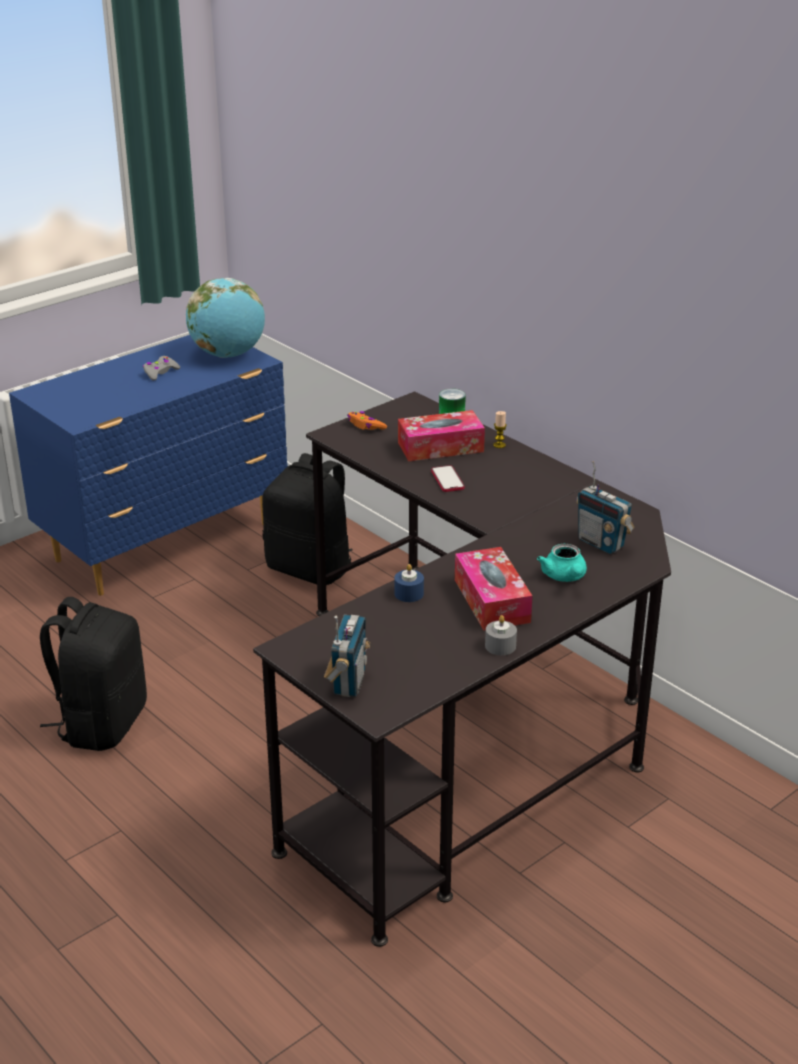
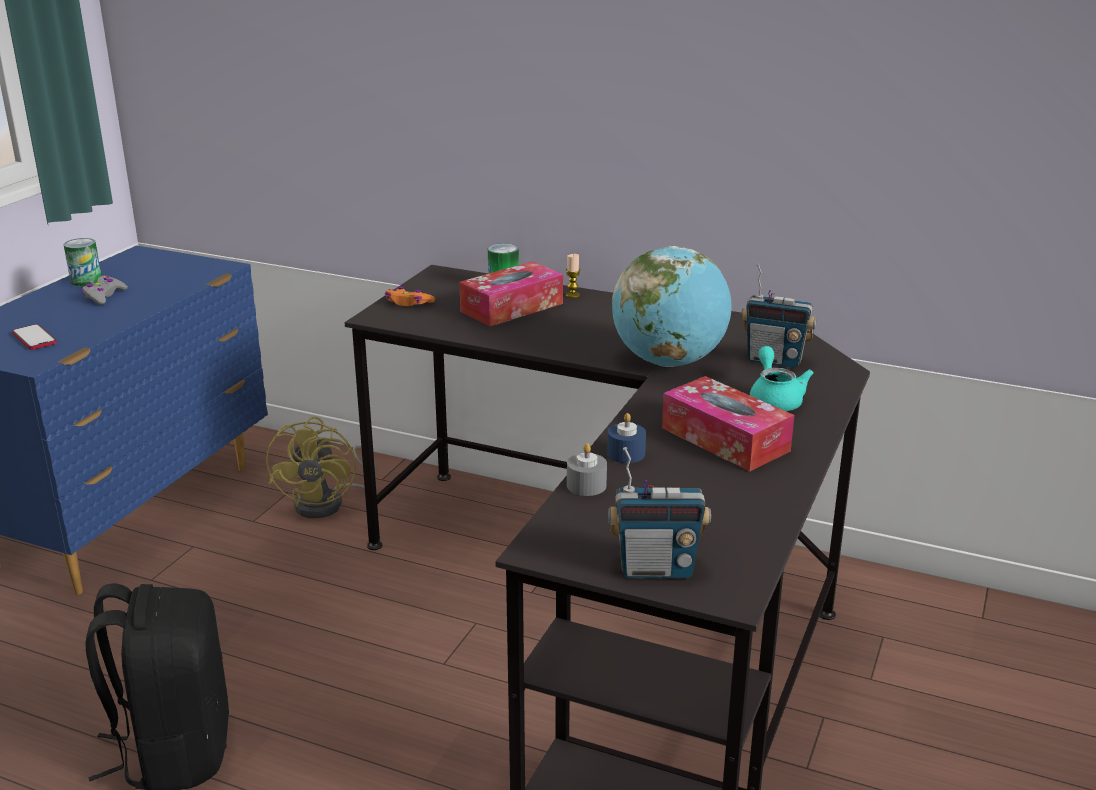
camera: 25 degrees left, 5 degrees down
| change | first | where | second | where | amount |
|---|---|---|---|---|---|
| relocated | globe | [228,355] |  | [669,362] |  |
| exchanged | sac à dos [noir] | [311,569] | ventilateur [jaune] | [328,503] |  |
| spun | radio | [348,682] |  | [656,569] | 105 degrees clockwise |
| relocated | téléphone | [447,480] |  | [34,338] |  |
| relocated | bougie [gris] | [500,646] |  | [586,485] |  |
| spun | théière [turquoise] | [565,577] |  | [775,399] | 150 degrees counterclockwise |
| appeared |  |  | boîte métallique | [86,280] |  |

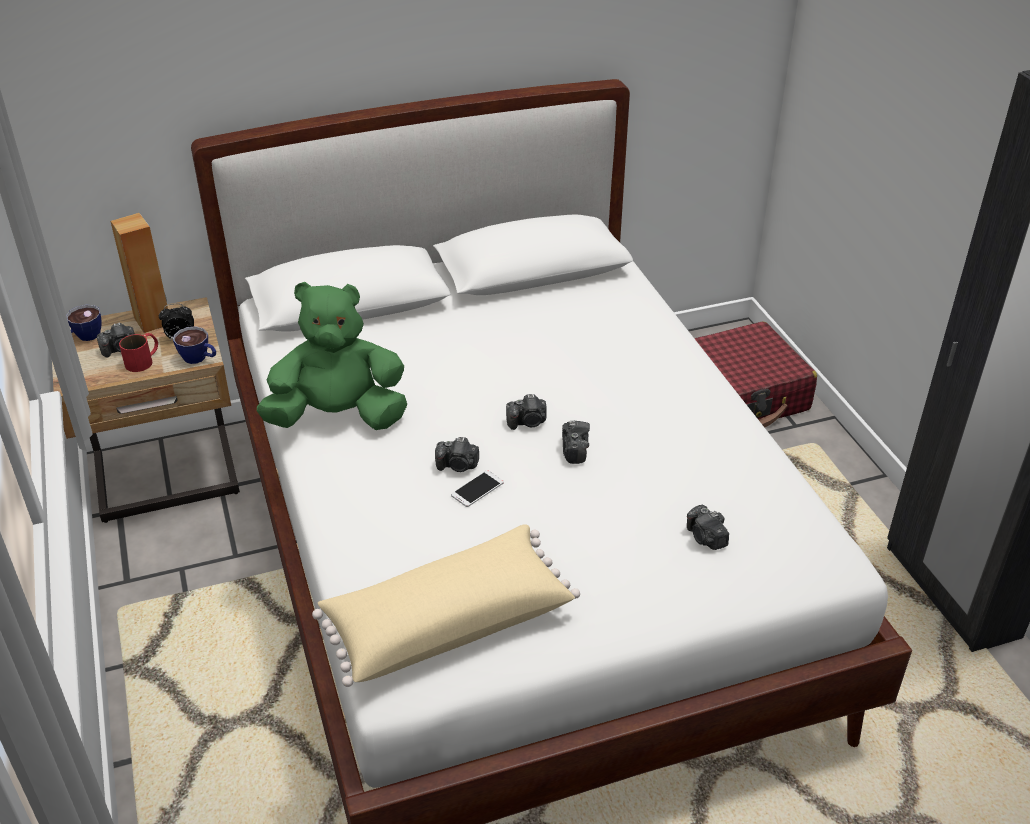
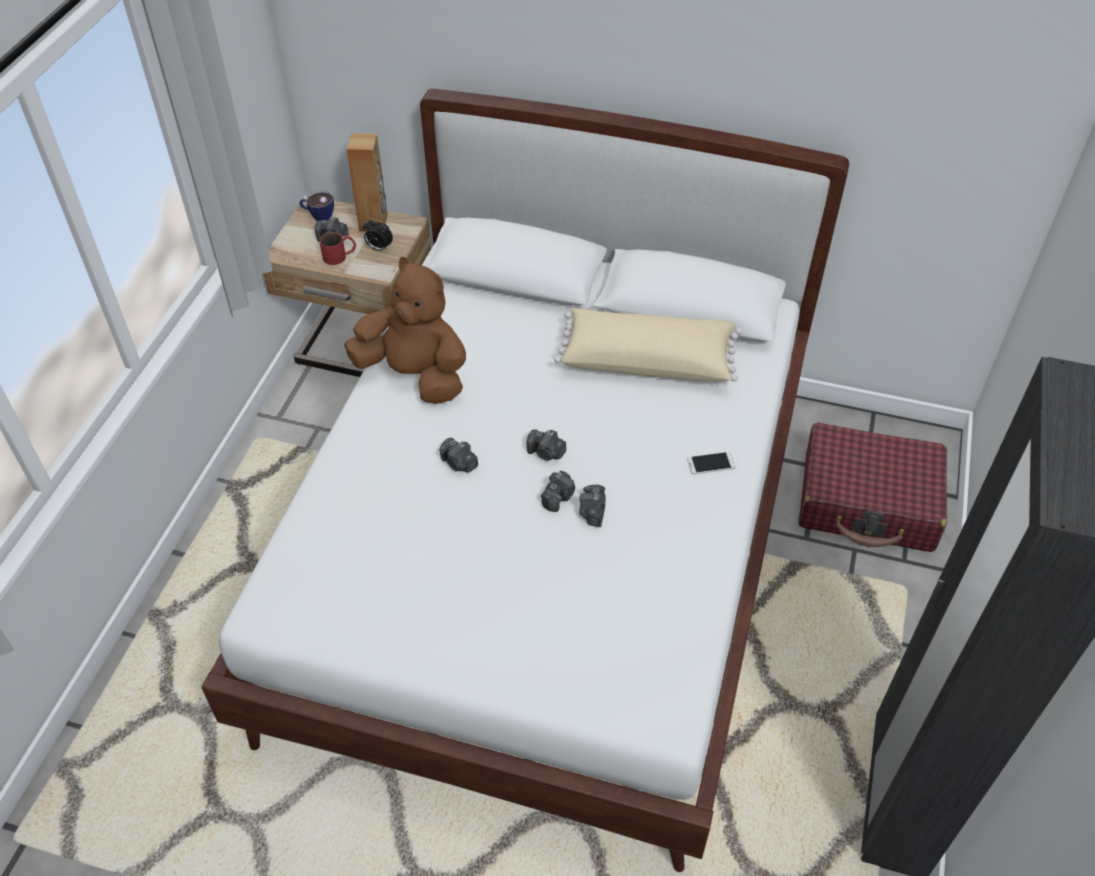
camera: 35 degrees right, 10 degrees up
| change | first | where | second | where | amount |
|---|---|---|---|---|---|
| missing | tasse | [199,358] |  |  |  |
| colour | peluche [vert] | [338,417] | peluche [marron] | [415,375] |  |
| relocated | coussin [beige] | [447,621] |  | [648,359] |  |
| relocated | téléphone | [477,489] |  | [711,463] |  |
| relocated | appareil photo | [706,538] |  | [593,513] |  |

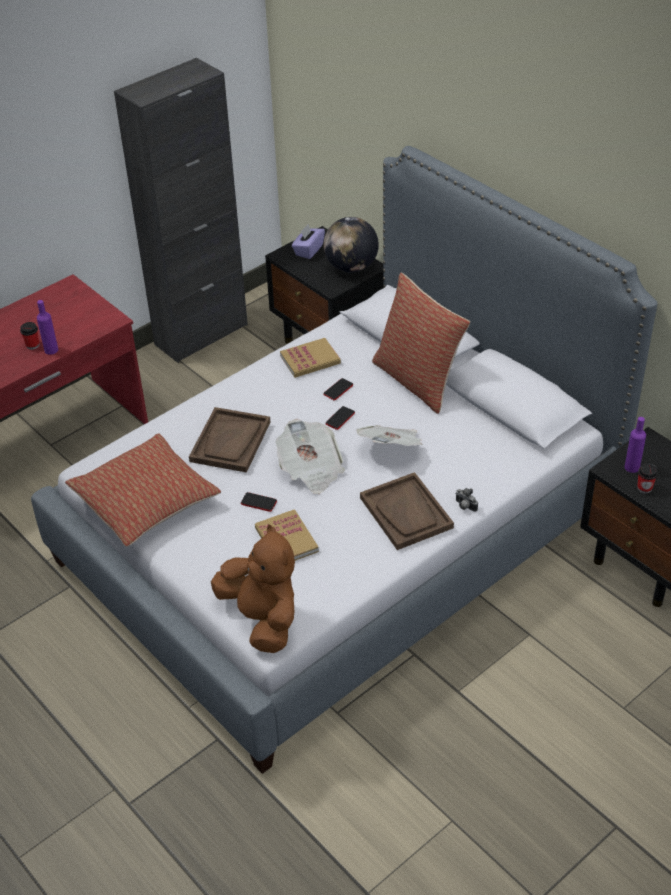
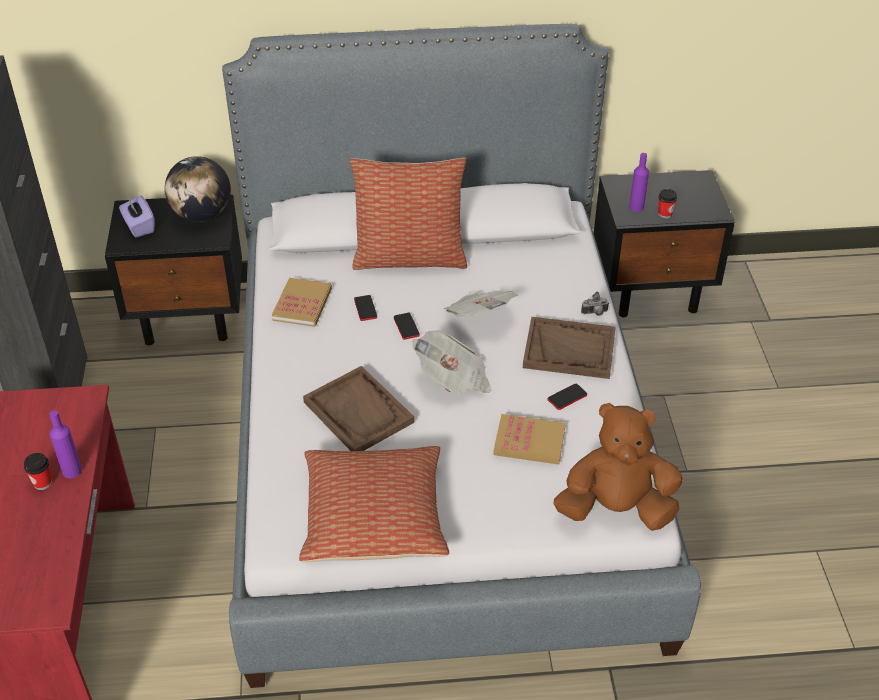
camera: 55 degrees left, 0 degrees up
| change | first | where | second | where | amount |
|---|---|---|---|---|---|
| relocated | téléphone | [258,502] |  | [567,397] |  |

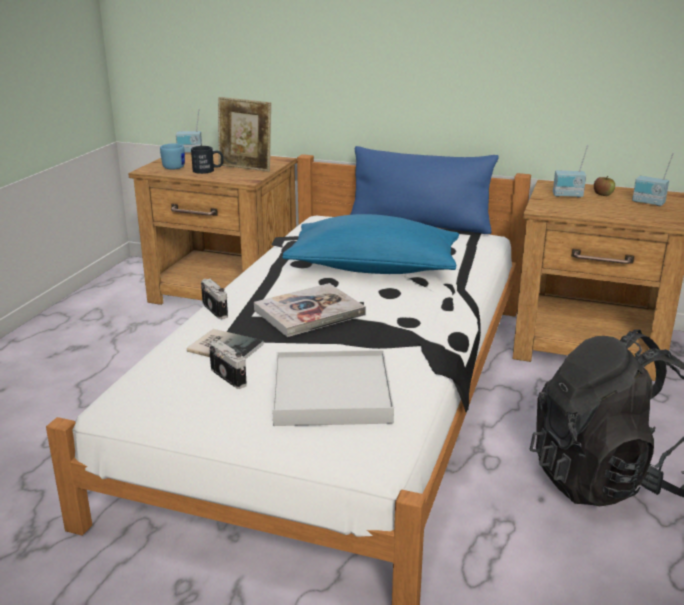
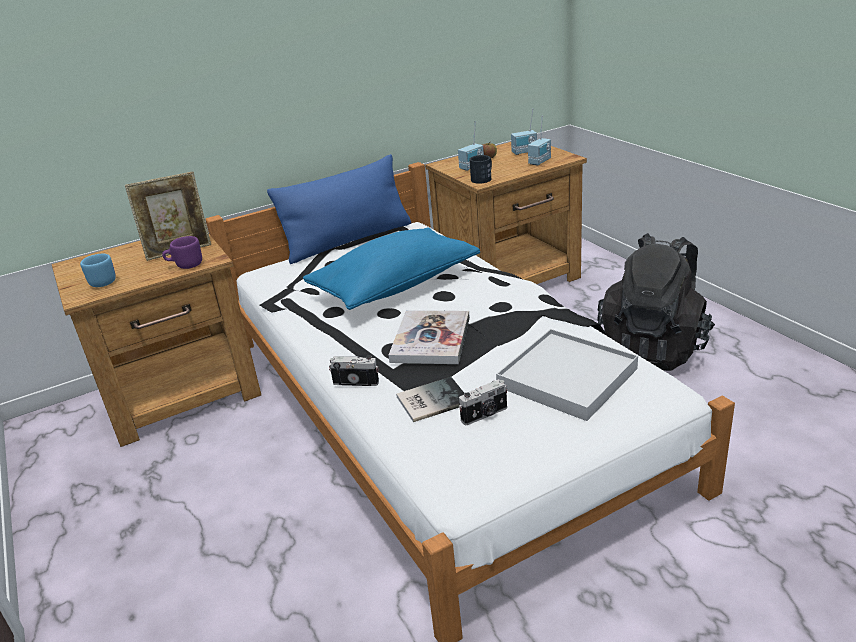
camera: 45 degrees left, 5 degrees up
| change | first | where | second | where | amount |
|---|---|---|---|---|---|
| relocated | radio | [190,152] |  | [540,162] |  |
| relocated | mug [noir] | [208,170] |  | [483,178] |  |
| spun | appareil photo | [230,376] |  | [485,415] | 150 degrees clockwise |
| appeared |  |  | mug [violet] | [185,265] |  |

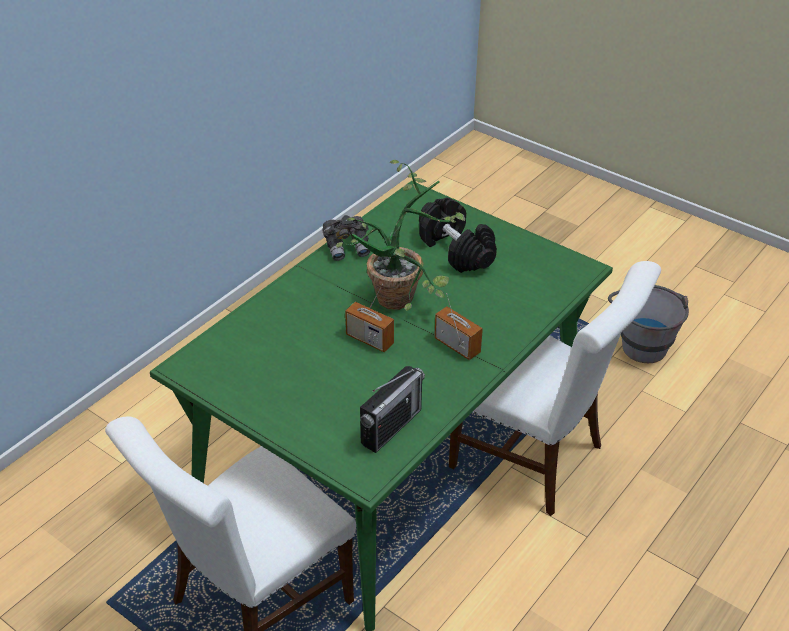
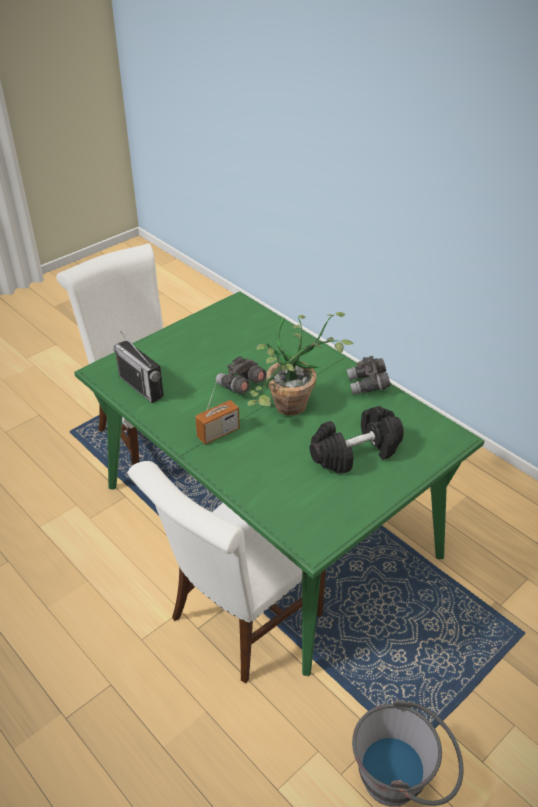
camera: 100 degrees right, 0 degrees up
| change | first | where | second | where | amount |
|---|---|---|---|---|---|
| exchanged | radio | [369,339] | jumelles [gris] | [240,386] |  |

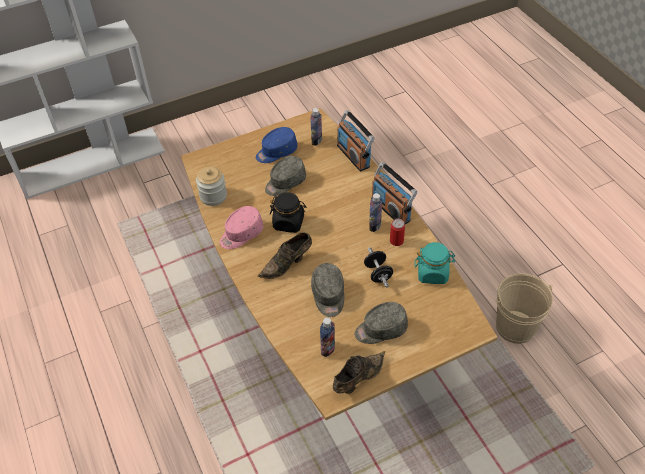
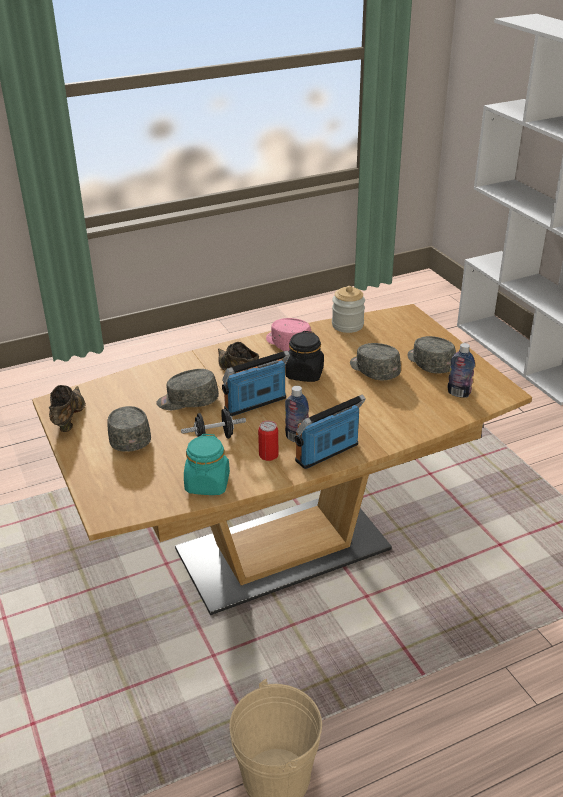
camera: 90 degrees right, 15 degrees down
| change | first | where | second | where | amount |
|---|---|---|---|---|---|
| colour | casquette [bleu] | [276,152] | casquette [gris] | [429,363] |  |
| missing | bouteille | [328,349] |  |  |  |
| spun | chaussure [marron] | [357,379] |  | [68,419] | 135 degrees counterclockwise |
| relocated | radio | [353,156] |  | [256,404] |  |

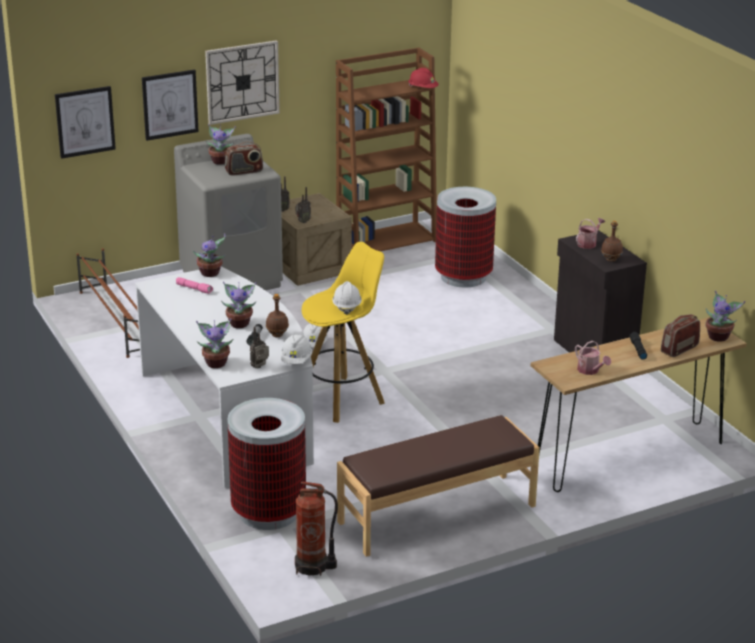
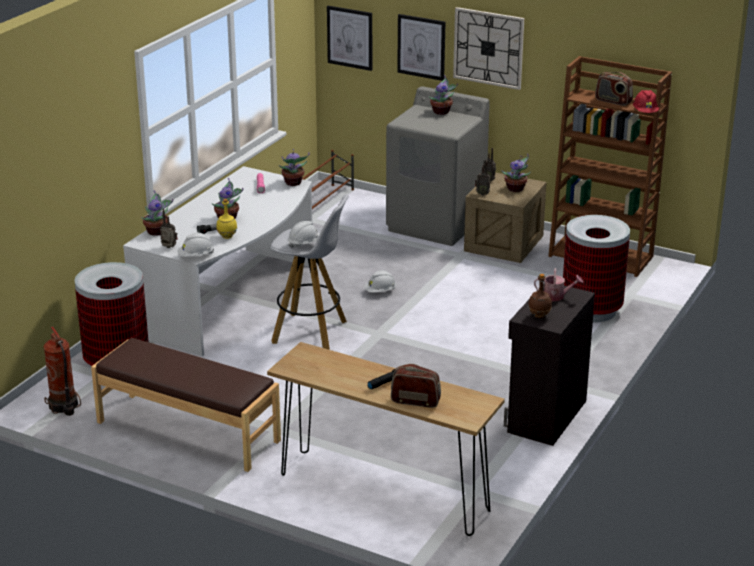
camera: 55 degrees right, 0 degrees up
| change | first | where | second | where | amount |
|---|---|---|---|---|---|
| relocated | radio | [244,172] |  | [613,101] |  |
| colour | bouteille [marron] | [277,335] | bouteille [jaune] | [227,237] |  |
| colour | tabouret [jaune] | [341,399] | tabouret [blanc] | [311,332] |  |
| missing | arrosoir | [590,371] |  |  |  |
| relocated | plante en pot | [719,337] |  | [516,189] |  |

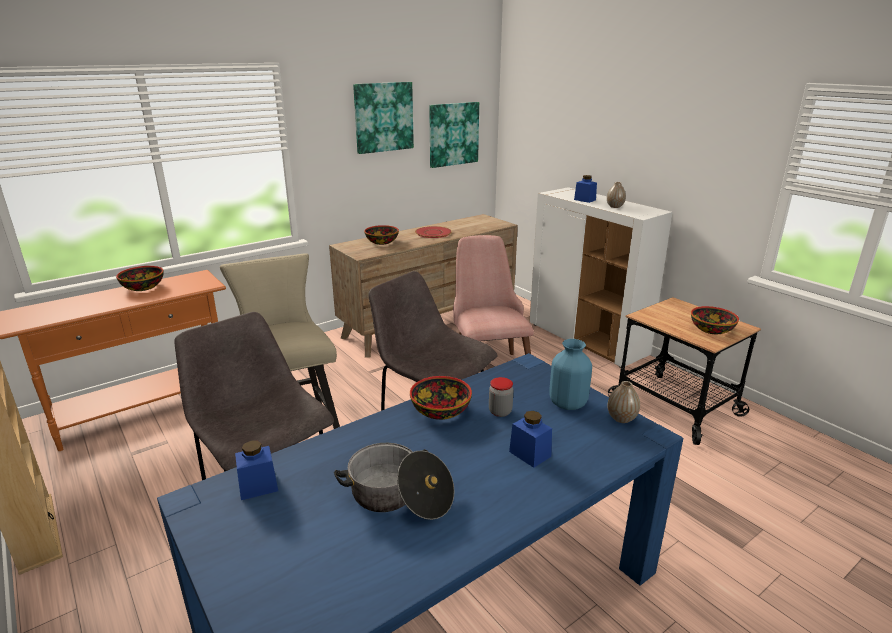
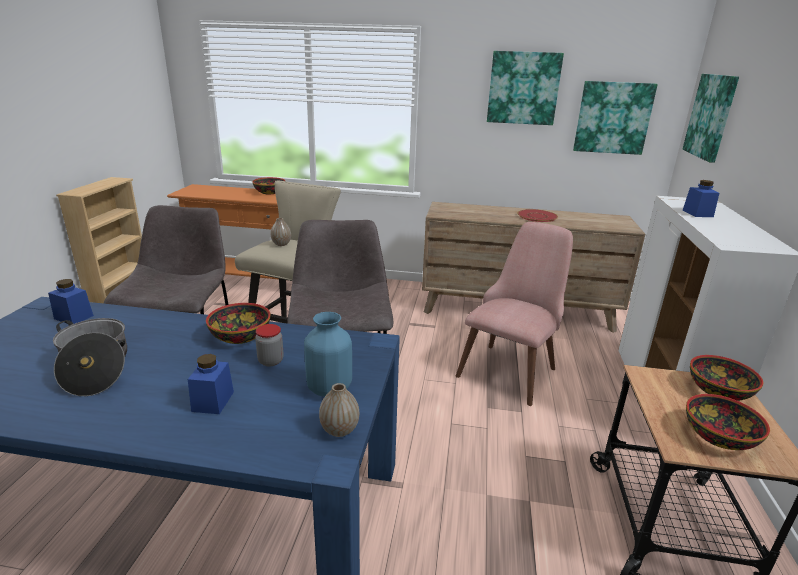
camera: 45 degrees right, 0 degrees up
| change | first | where | second | where | amount |
|---|---|---|---|---|---|
| relocated | bol | [381,242] |  | [718,390] |  |
| relocated | vase | [615,206] |  | [281,244] |  |
| appeared |  |  | tableau | [711,116] |  |

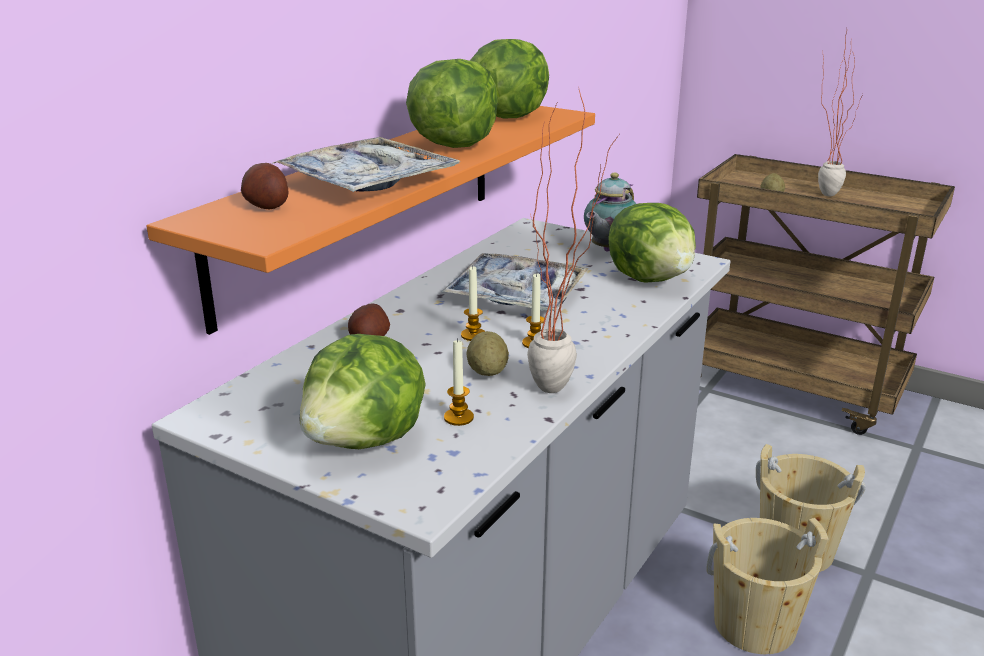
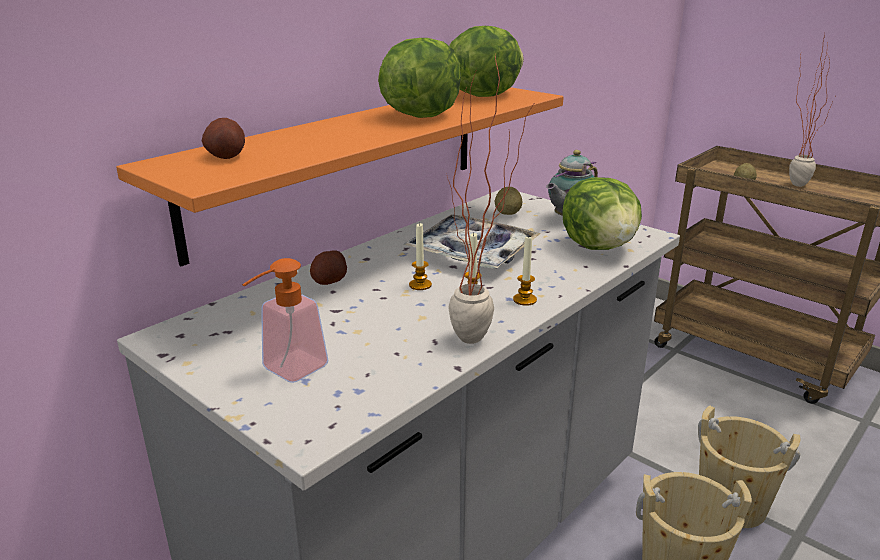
camera: 10 degrees right, 0 degrees up
| change | first | where | second | where | amount |
|---|---|---|---|---|---|
| missing | plateau | [368,182] |  |  |  |
| exchanged | laitue | [367,440] | distributeur de savon | [287,372] |  |
| relocated | bougie | [458,417] |  | [524,300] |  |
| relocated | pomme de terre | [487,372] |  | [507,214] |  |

